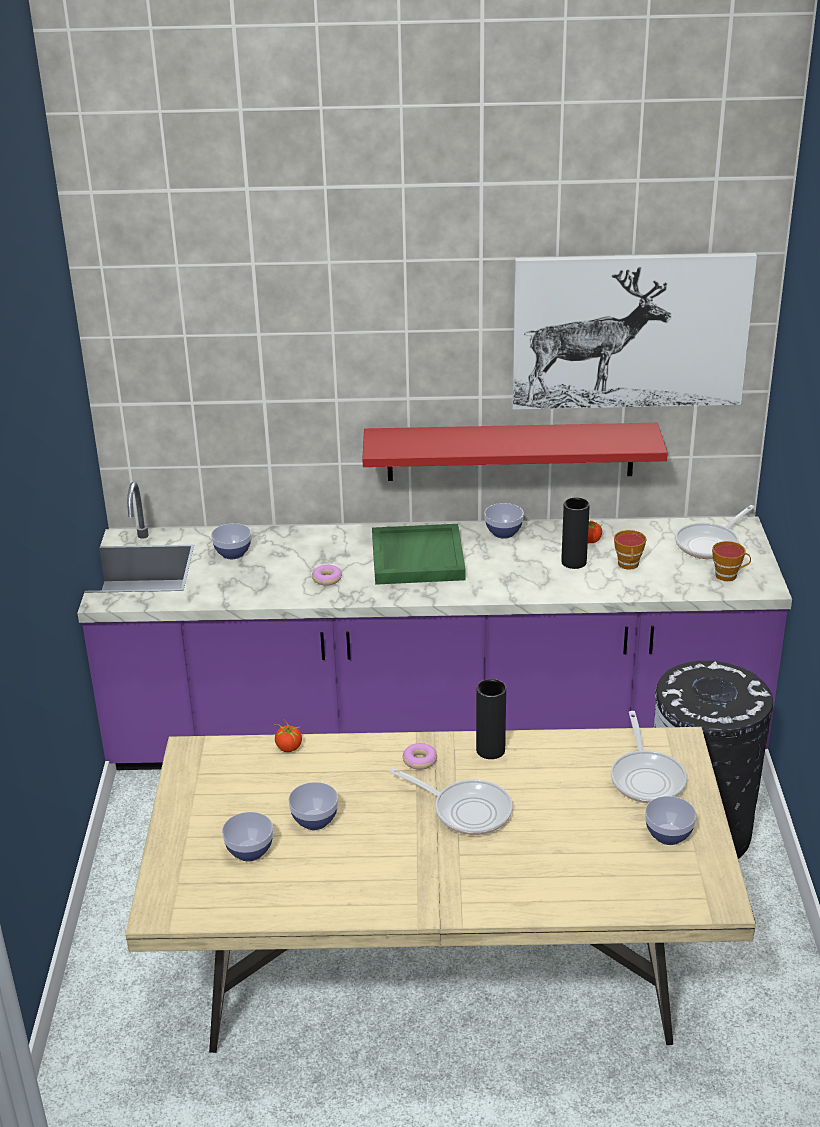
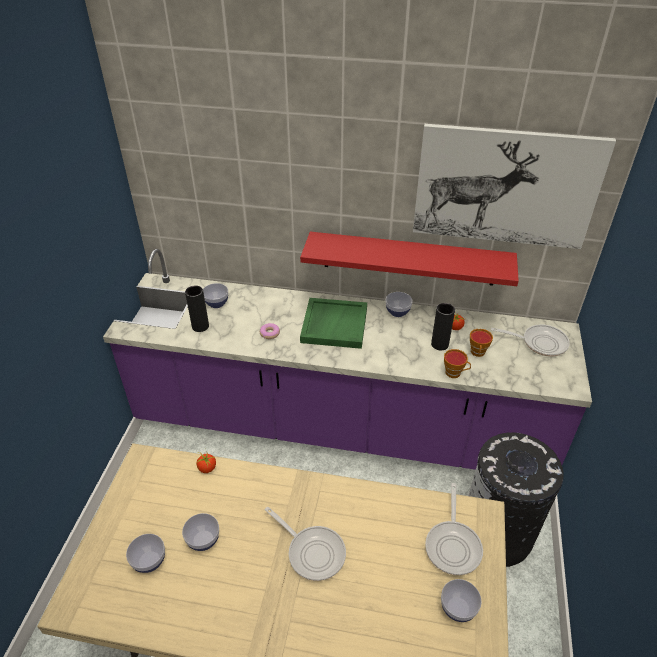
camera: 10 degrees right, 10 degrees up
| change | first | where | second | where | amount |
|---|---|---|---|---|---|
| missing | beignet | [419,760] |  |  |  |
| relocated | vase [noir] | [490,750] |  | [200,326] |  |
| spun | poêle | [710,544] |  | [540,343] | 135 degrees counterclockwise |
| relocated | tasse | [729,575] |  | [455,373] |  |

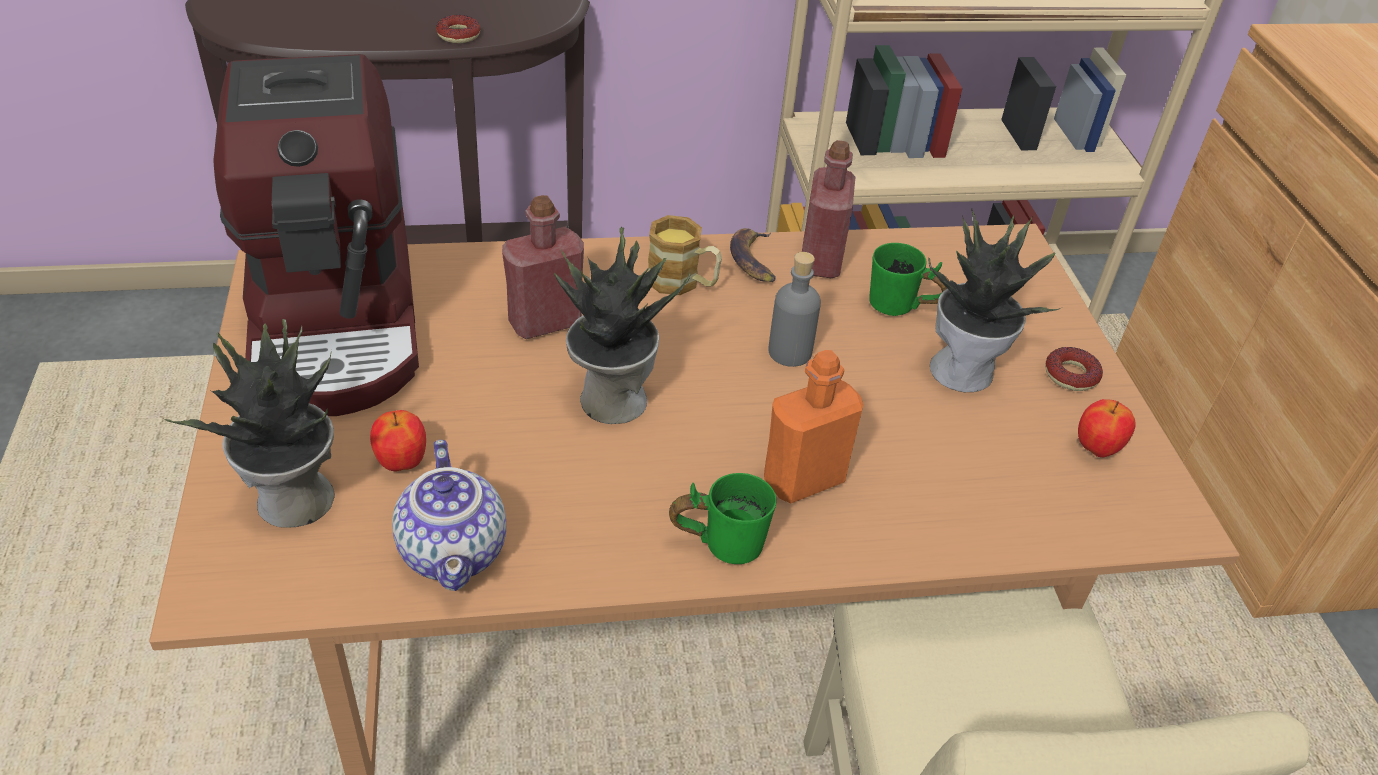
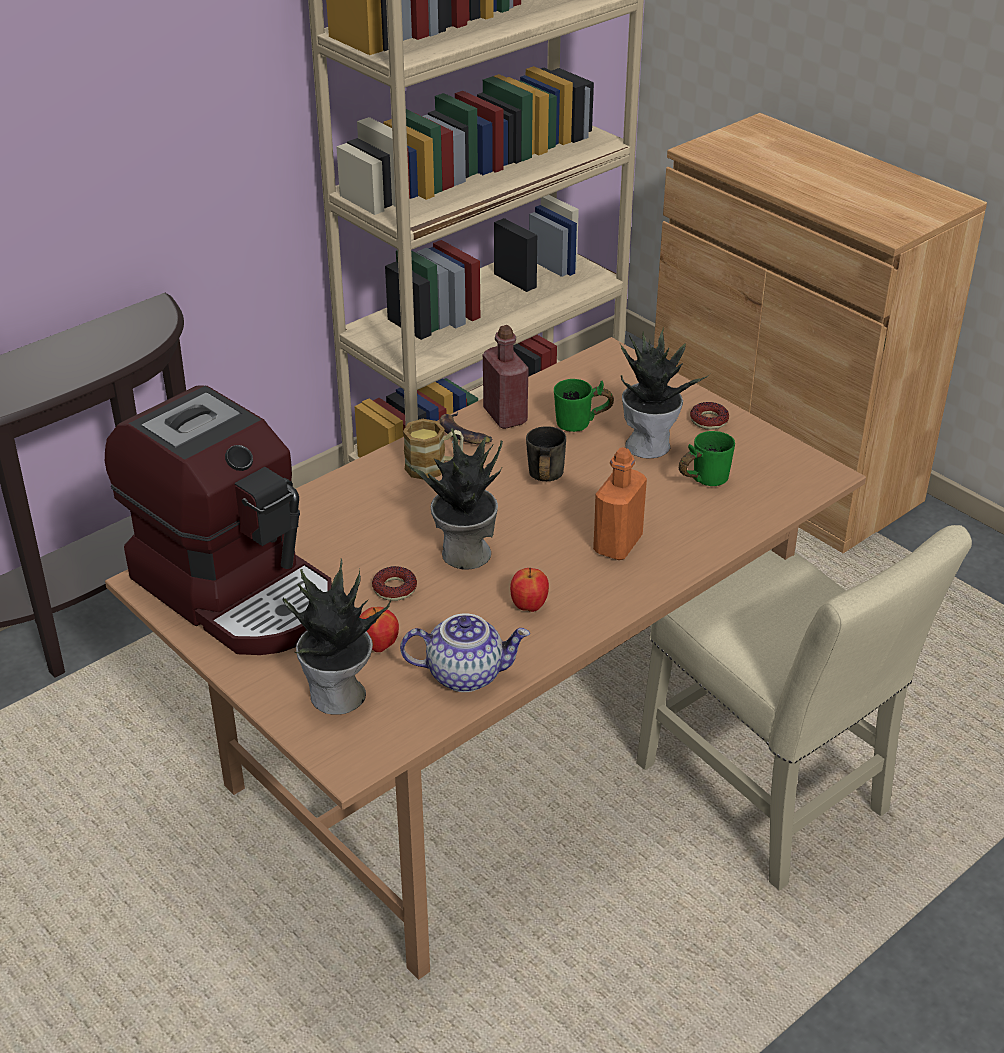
camera: 30 degrees left, 5 degrees down
| change | first | where | second | where | amount |
|---|---|---|---|---|---|
| spun | théière | [456,552] |  | [466,674] | 45 degrees counterclockwise |
| relocated | beignet | [458,35] |  | [394,588] |  |
| missing | bouteille [rouge] | [545,322] |  |  |  |
| relocated | mug [vert] | [720,540] |  | [701,479] |  |
| exchanged | bouteille [gris] | [789,352] | mug [gris] | [541,479] |  |
| relocated | pomme | [1096,449] |  | [529,606] |  |

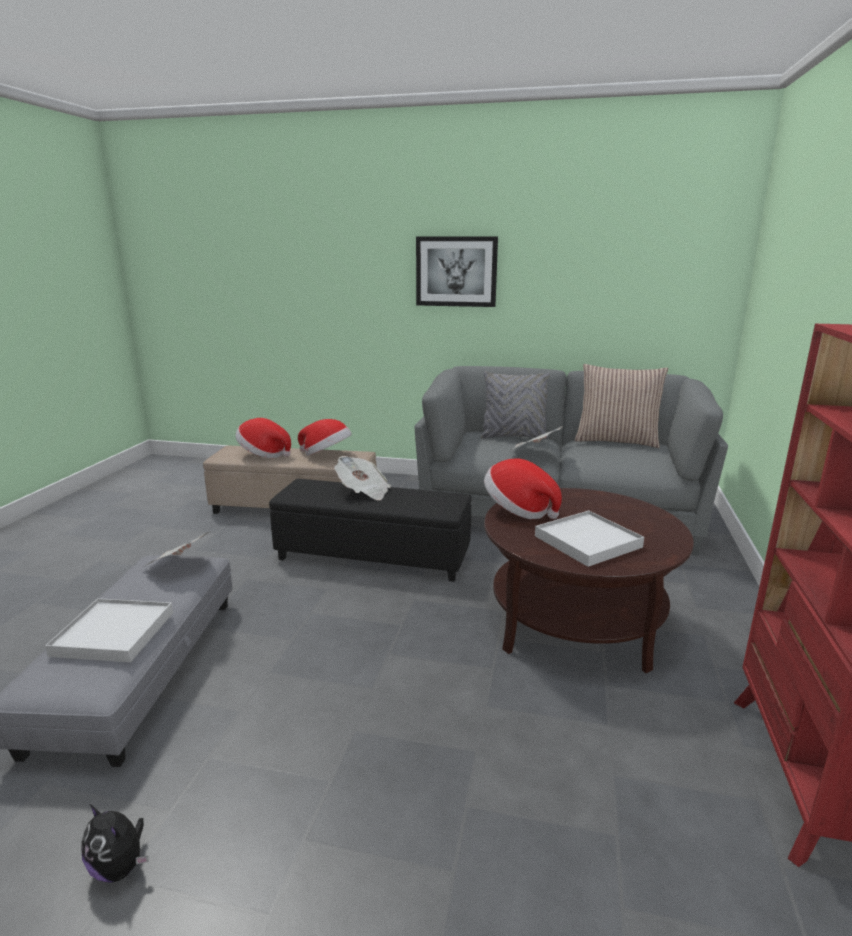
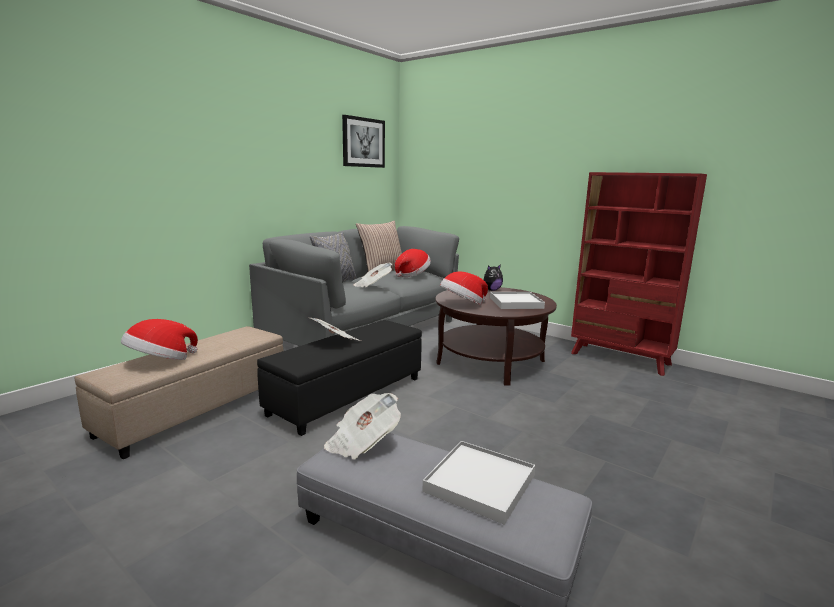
camera: 65 degrees left, 5 degrees down
| change | first | where | second | where | amount |
|---|---|---|---|---|---|
| relocated | peluche | [120,867] |  | [491,290] |  |
| relocated | chapeau | [326,455] |  | [412,275] |  |
| relocated | tableau | [456,271] |  | [363,142] |  |

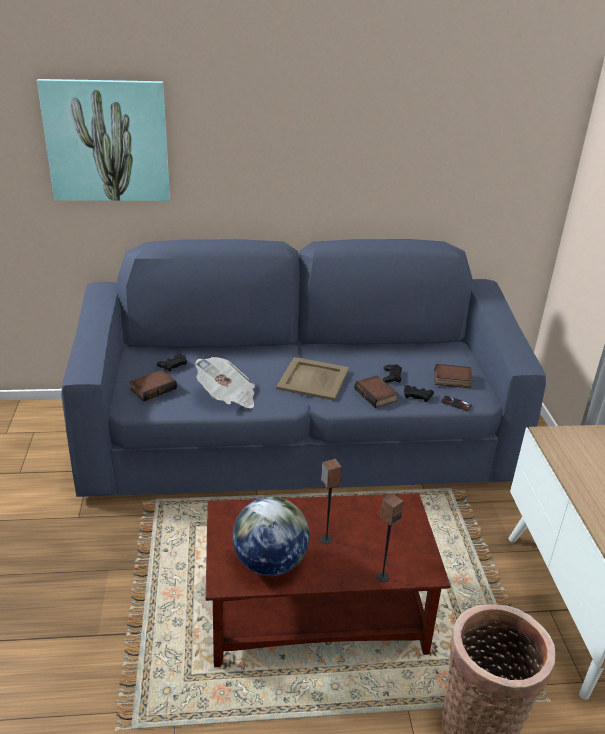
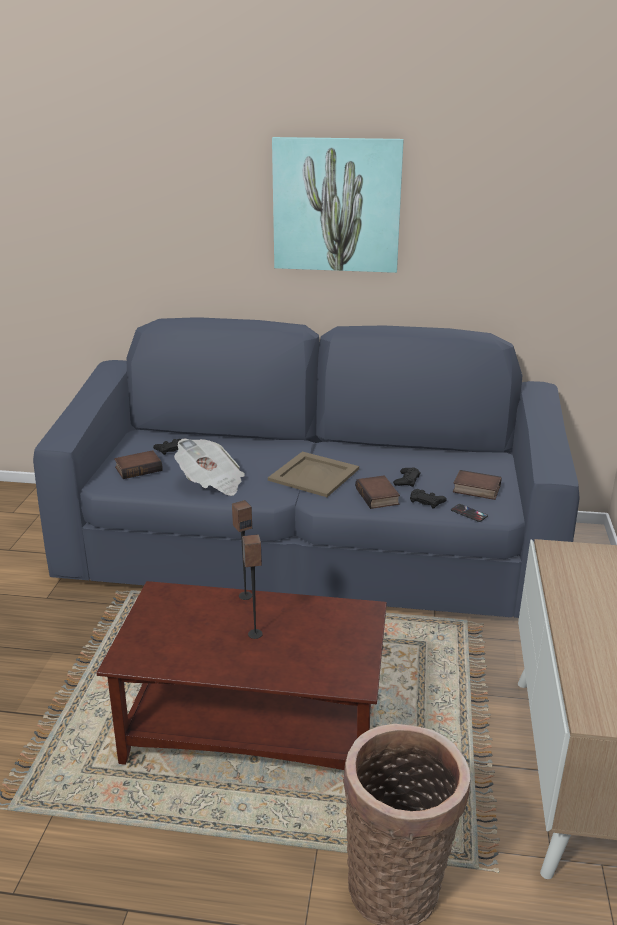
camera: 15 degrees right, 5 degrees down
| change | first | where | second | where | amount |
|---|---|---|---|---|---|
| relocated | tableau | [107,141] |  | [336,205] |  |
| missing | globe | [270,563] |  |  |  |
| relocated | enceinte | [382,576] |  | [245,595] |  |

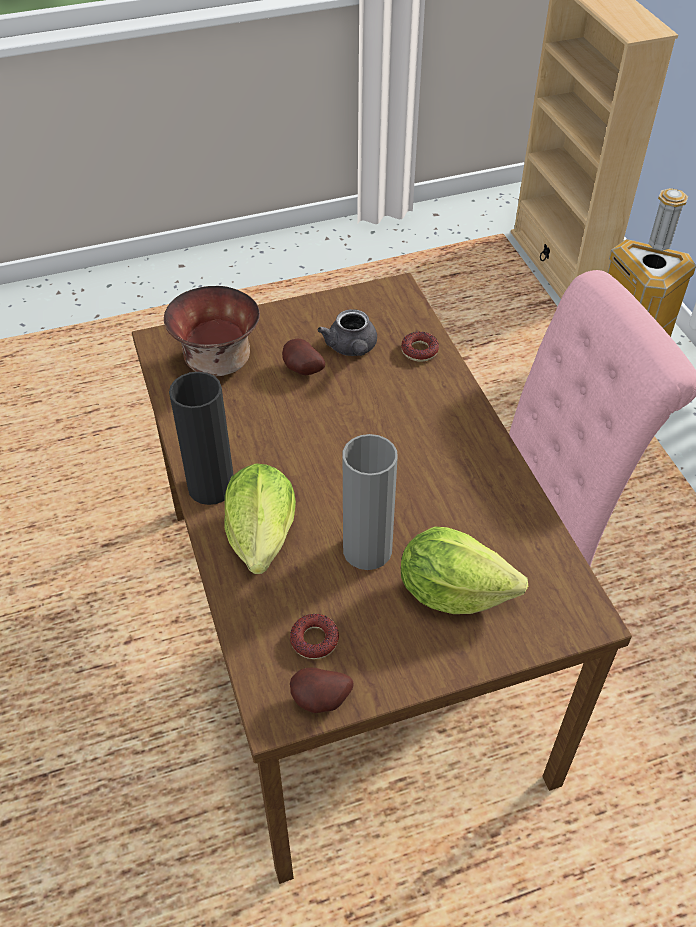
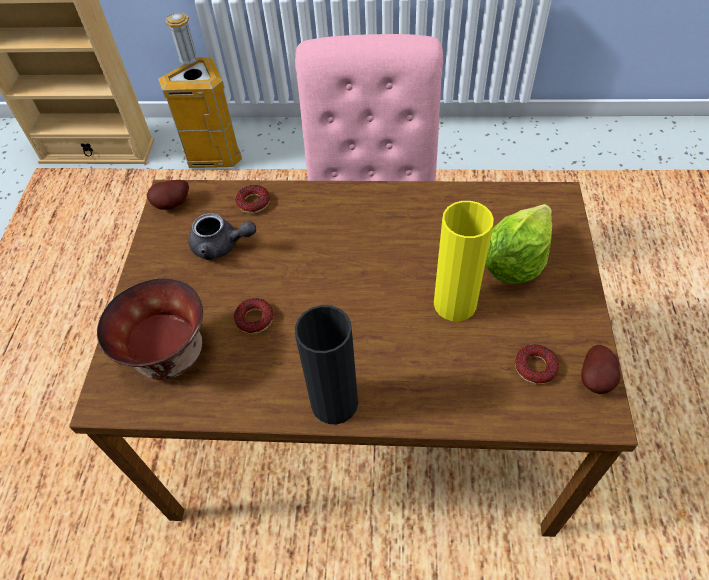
camera: 65 degrees left, 5 degrees up
| change | first | where | second | where | amount |
|---|---|---|---|---|---|
| missing | laitue | [262,536] |  |  |  |
| relocated | pomme de terre | [301,370] |  | [173,205] |  |
| colour | vase [gris] | [367,550] | vase [jaune] | [455,303] |  |
| appeared |  |  | beignet | [254,319] |  |

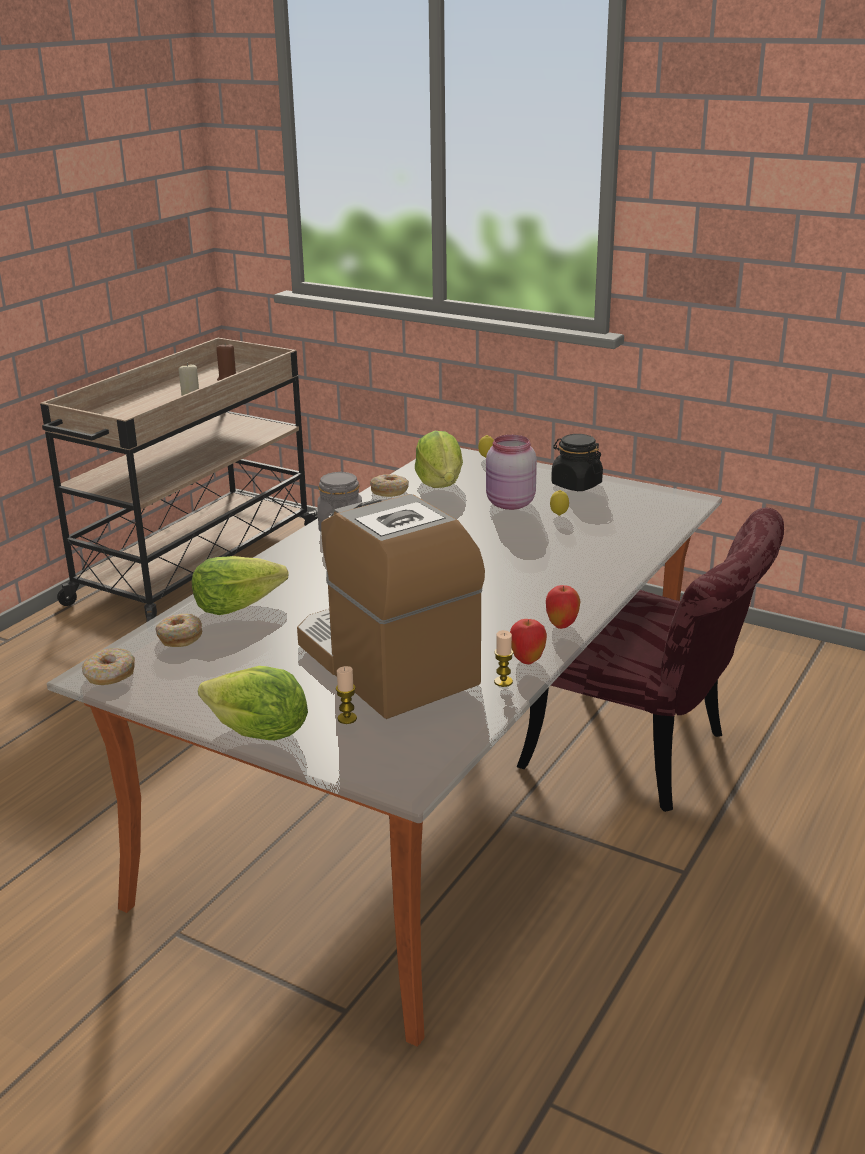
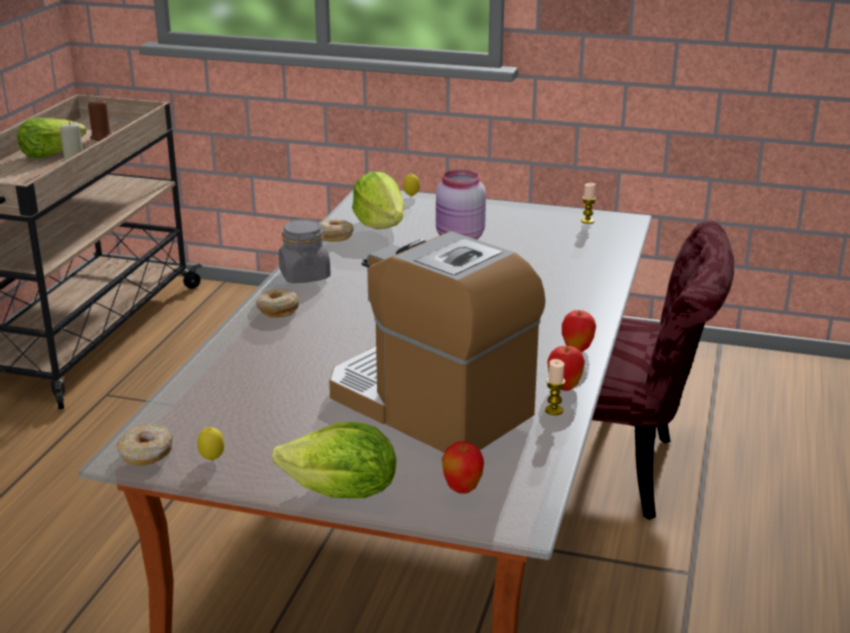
camera: 15 degrees left, 0 degrees up
| change | first | where | second | where | amount |
|---|---|---|---|---|---|
| relocated | beignet | [180,637] |  | [277,310] |  |
| relocated | laitue | [237,605] |  | [51,153] |  |
| relocated | bougie | [347,718] |  | [587,221] |  |
| relocated | citron | [559,515] |  | [212,460] |  |
| missing | bocal [noir] | [576,484] |  |  |  |
| appeared |  |  | pomme | [462,489] |  |

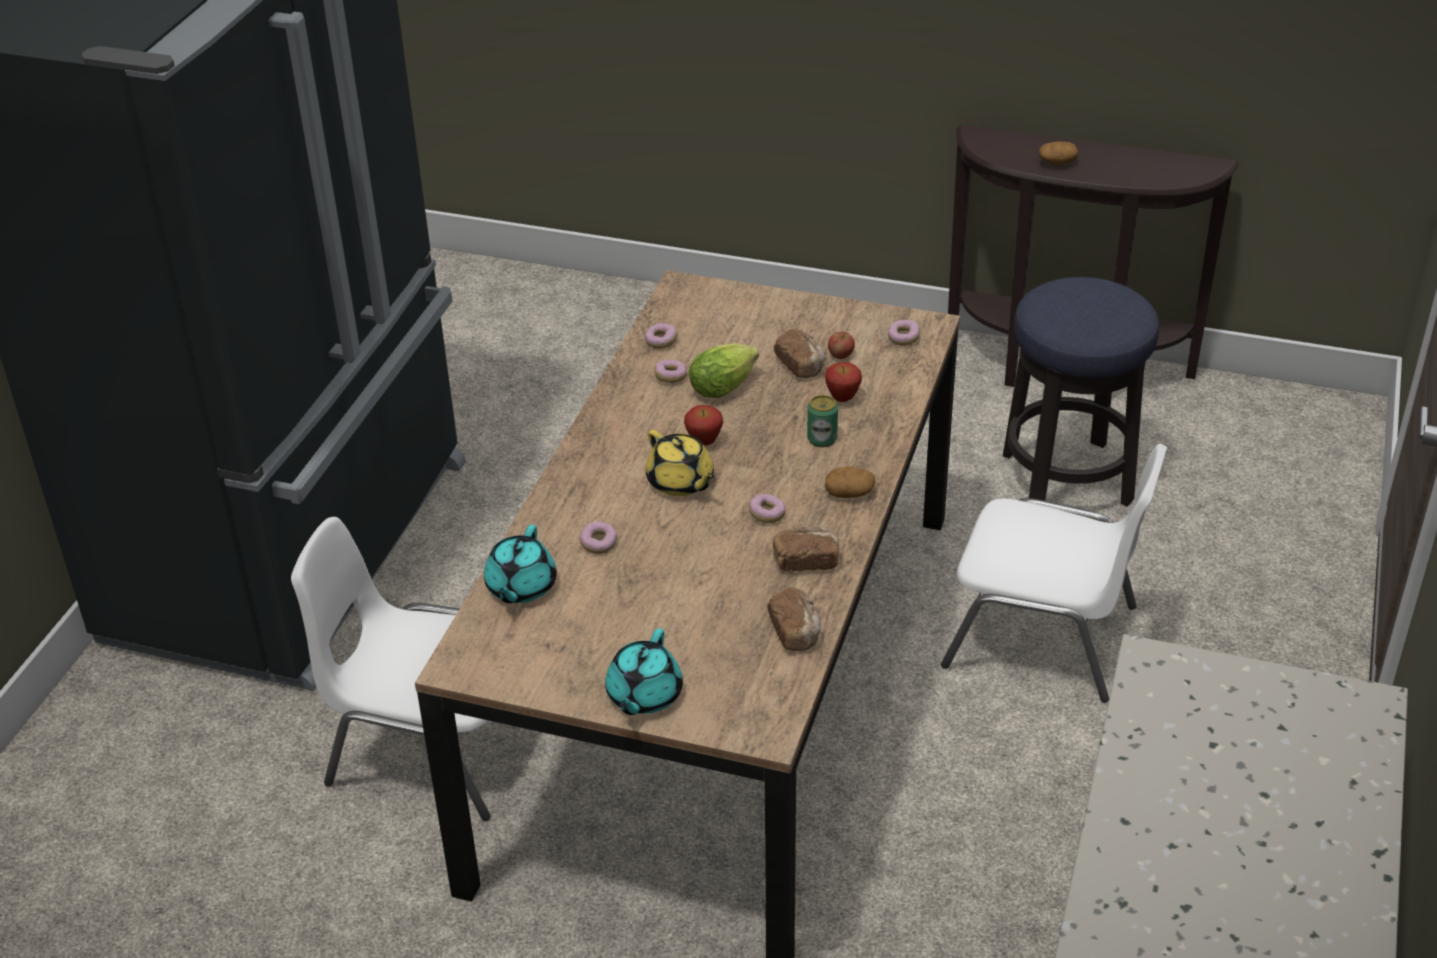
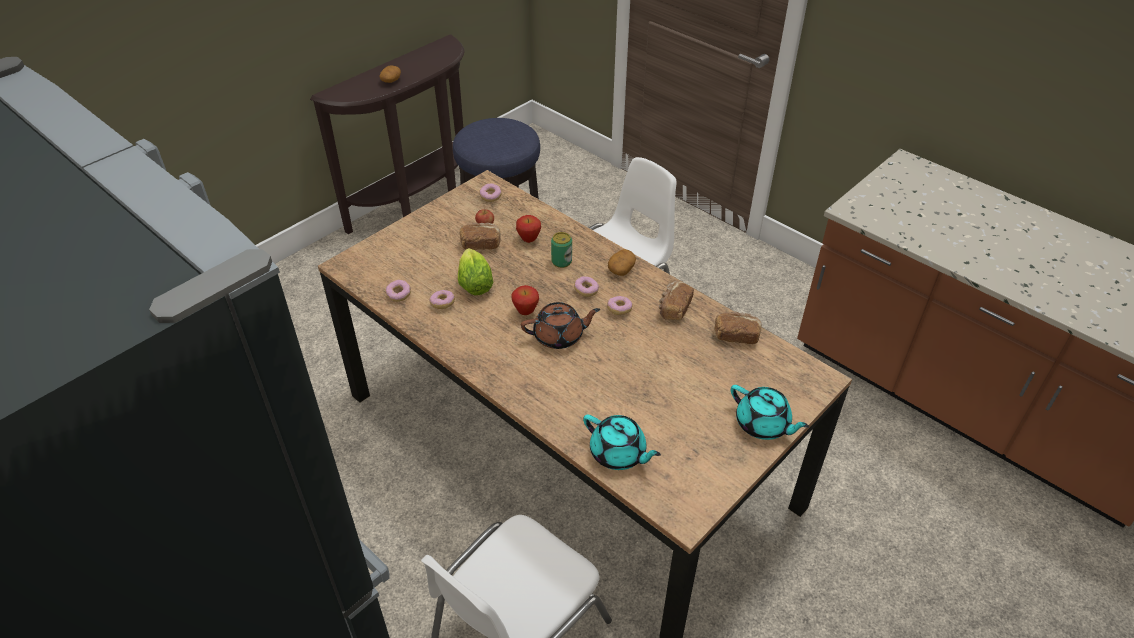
camera: 65 degrees left, 5 degrees up
| change | first | where | second | where | amount |
|---|---|---|---|---|---|
| relocated | beignet | [598,544] |  | [586,291] |  |
| colour | théière [jaune] | [681,482] | théière [marron] | [559,336] |  |

